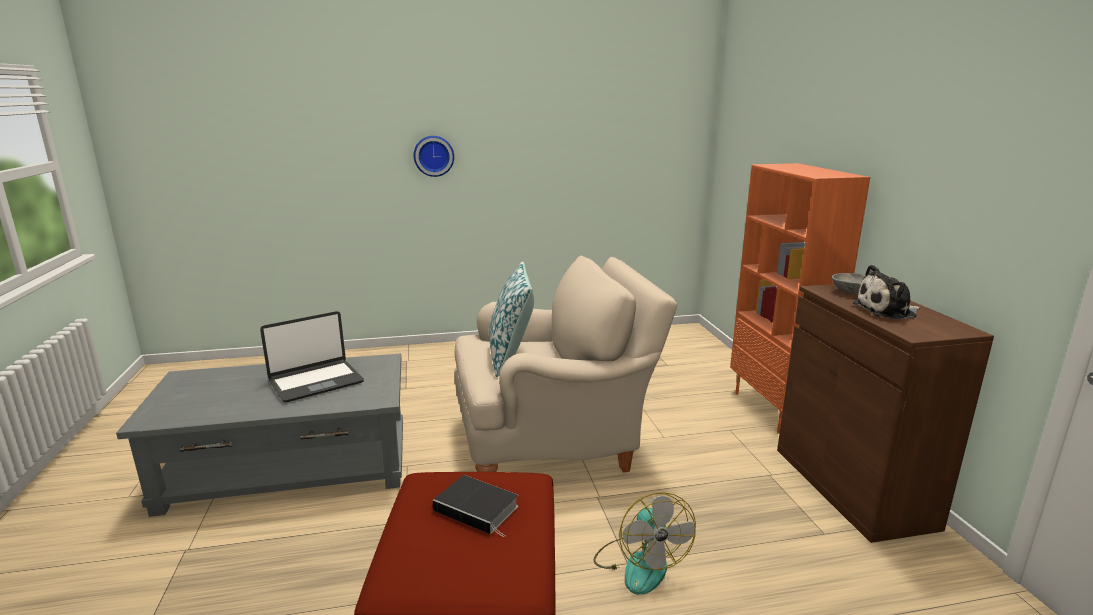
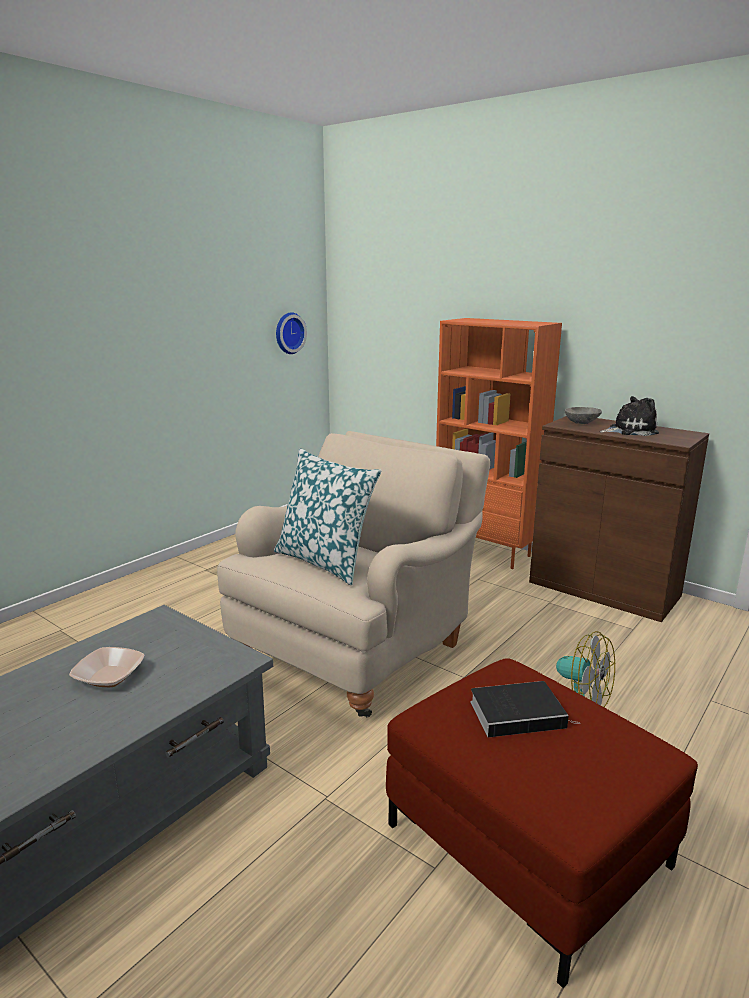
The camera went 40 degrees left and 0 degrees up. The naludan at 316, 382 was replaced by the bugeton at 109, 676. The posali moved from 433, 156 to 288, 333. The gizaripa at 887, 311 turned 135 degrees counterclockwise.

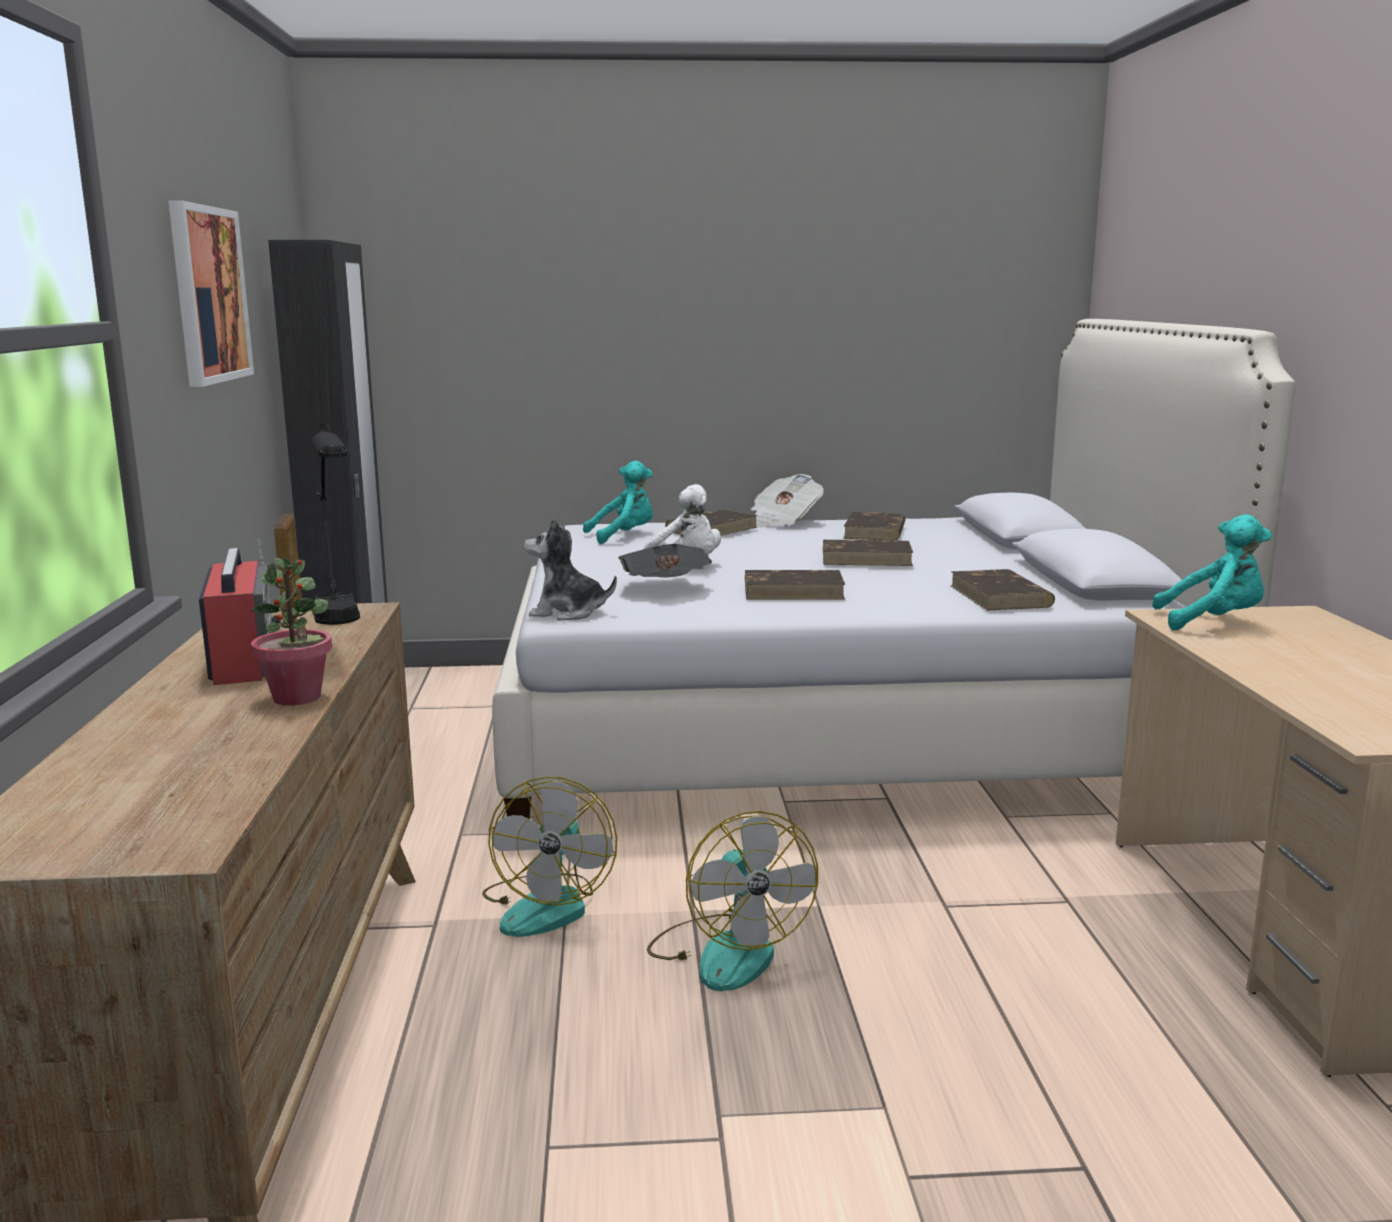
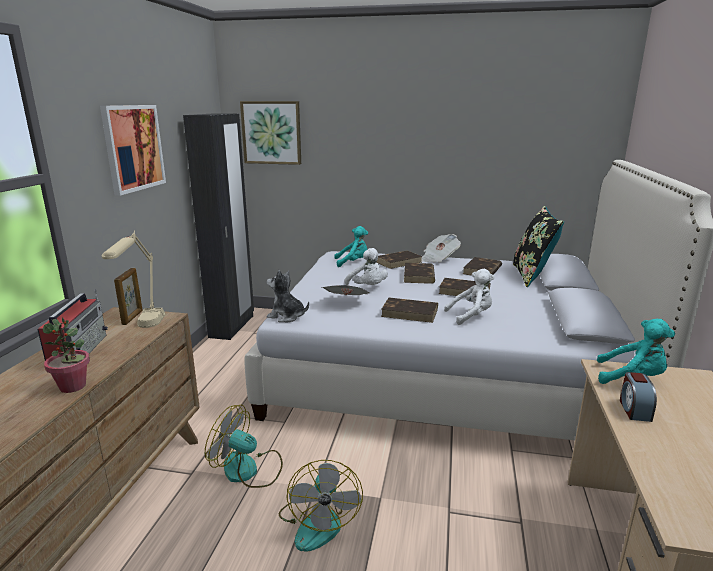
The camera went 15 degrees right and 5 degrees up. The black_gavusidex at 340, 627 became the beige_gavusidex at 144, 330. The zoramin at 548, 905 turned 90 degrees clockwise. The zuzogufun at 271, 132 appeared. The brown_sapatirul moved from 1000, 596 to 419, 276. The white_gizaripa at 471, 316 appeared. The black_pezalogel at 532, 276 appeared. The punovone at 634, 409 appeared.

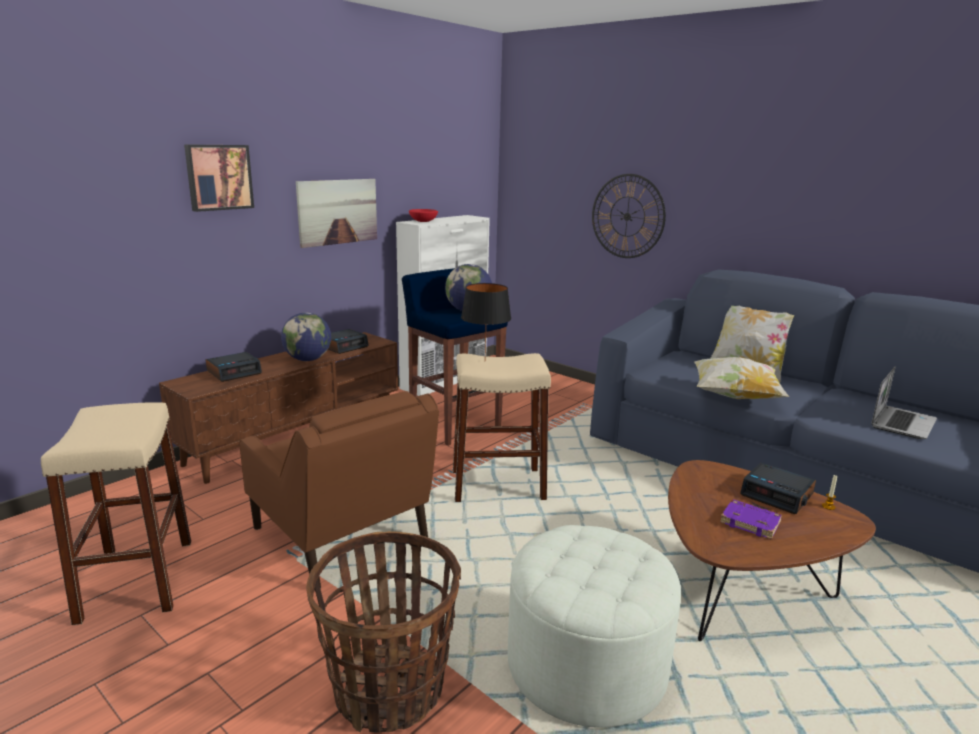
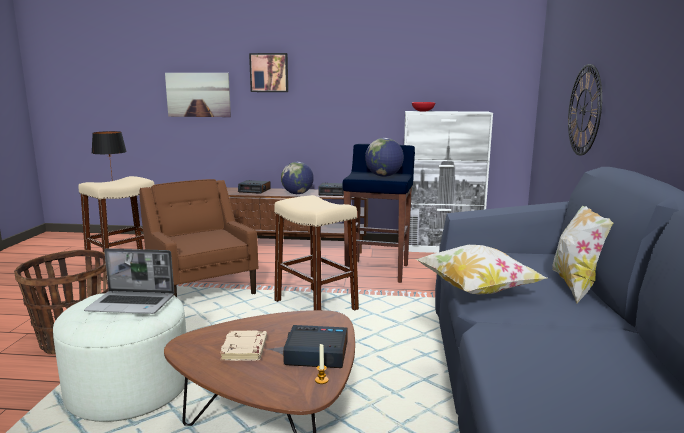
The camera went 55 degrees right and 5 degrees down. The naludan moved from 902, 423 to 132, 304. The black_gavusidex moved from 484, 361 to 112, 181. The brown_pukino at 341, 536 turned 135 degrees clockwise. The zuzogufun moved from 338, 211 to 198, 94. The purple_sapatirul at 751, 522 became the beige_sapatirul at 245, 350. The punovone at 777, 495 turned 90 degrees clockwise.

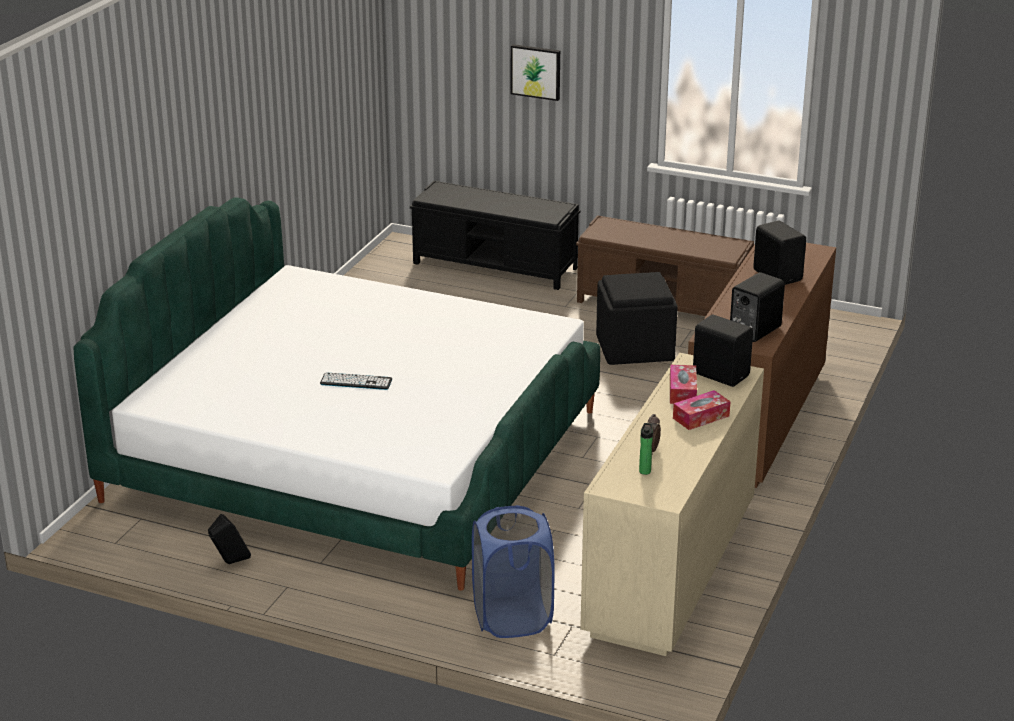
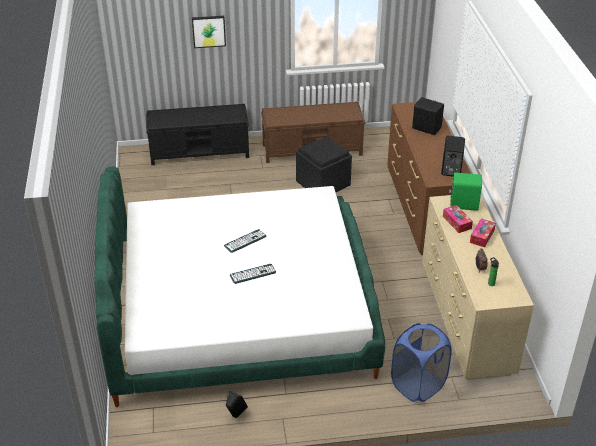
The camera went 30 degrees left and 10 degrees up. The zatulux at 245, 241 appeared. The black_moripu at 720, 374 became the green_moripu at 463, 204.

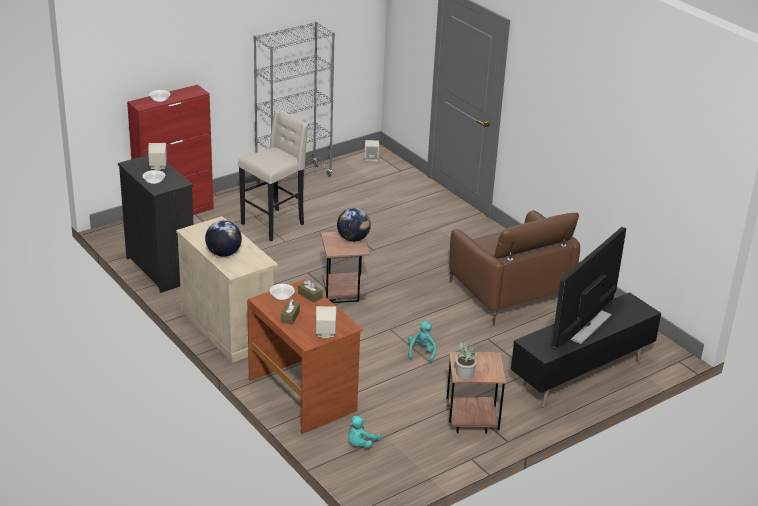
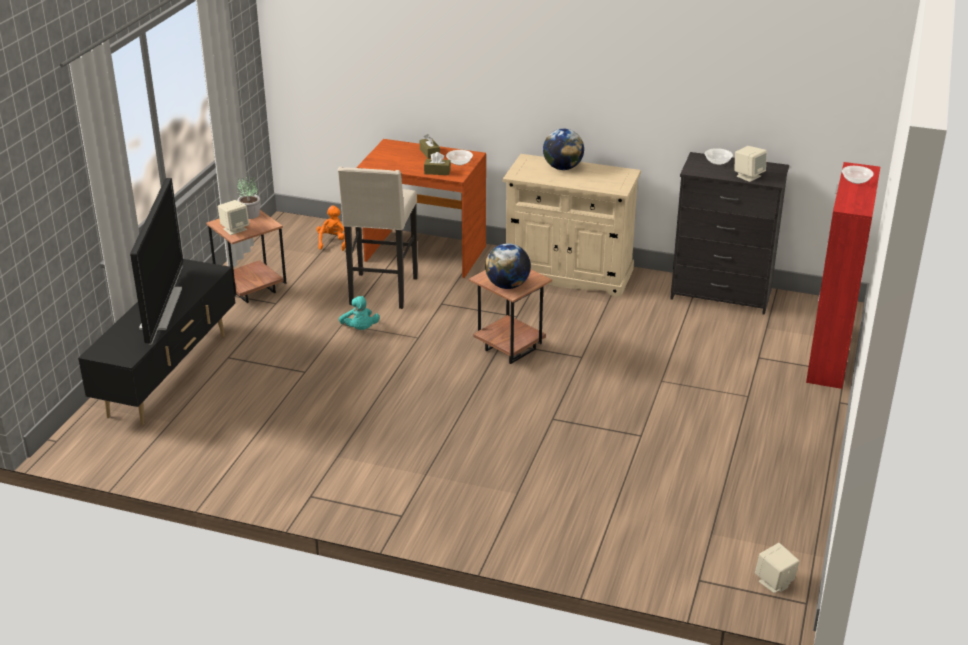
The camera went 145 degrees right and 0 degrees up. The beige_moripu moved from 325, 333 to 234, 229. The turquoise_gizaripa at 361, 444 became the orange_gizaripa at 333, 242. The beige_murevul moved from 274, 224 to 382, 292. The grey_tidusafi at 293, 179 disappeared. The brown_pukino at 509, 292 disappeared.

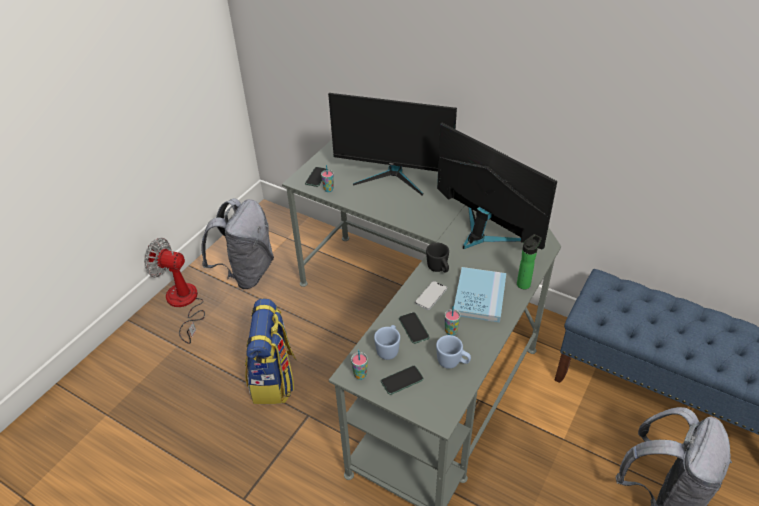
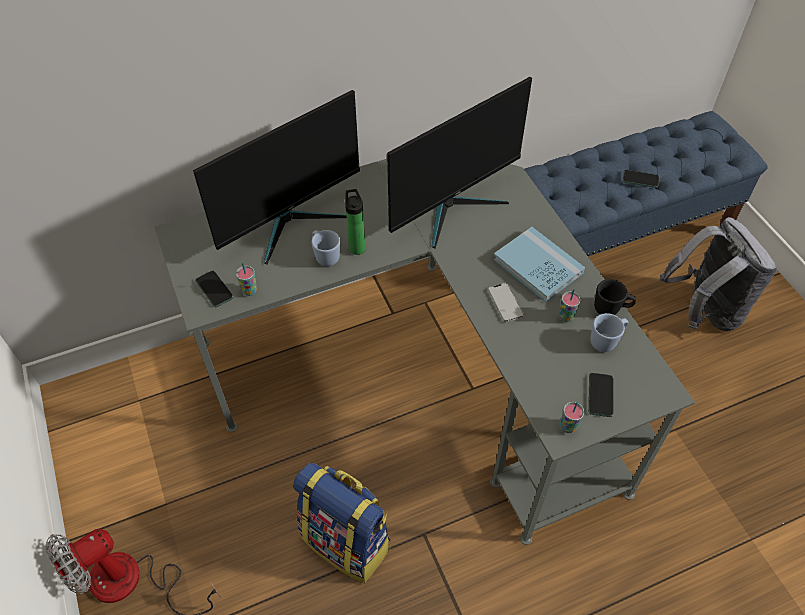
The camera went 55 degrees left and 10 degrees up. The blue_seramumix moved from 389, 349 to 325, 255. The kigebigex moved from 524, 283 to 356, 246. The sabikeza at 483, 232 turned 150 degrees clockwise. The black_seramumix moved from 439, 269 to 611, 309. The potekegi moved from 413, 328 to 640, 179. The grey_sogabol at 247, 273 disappeared.

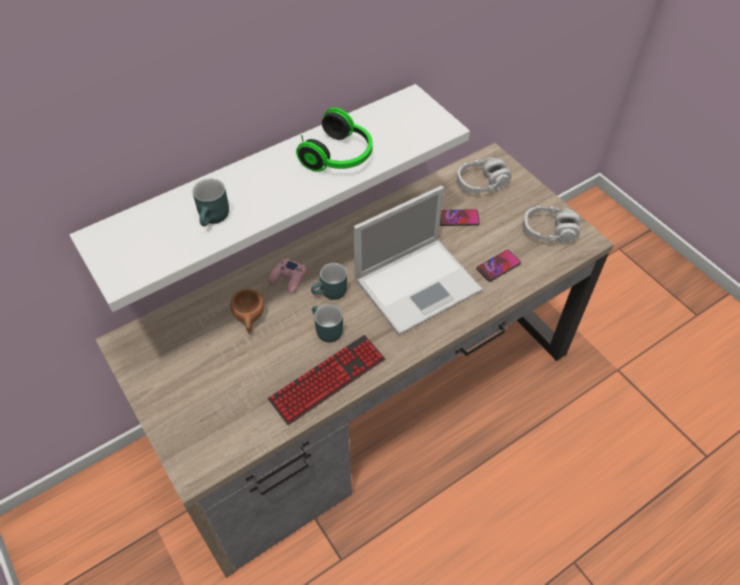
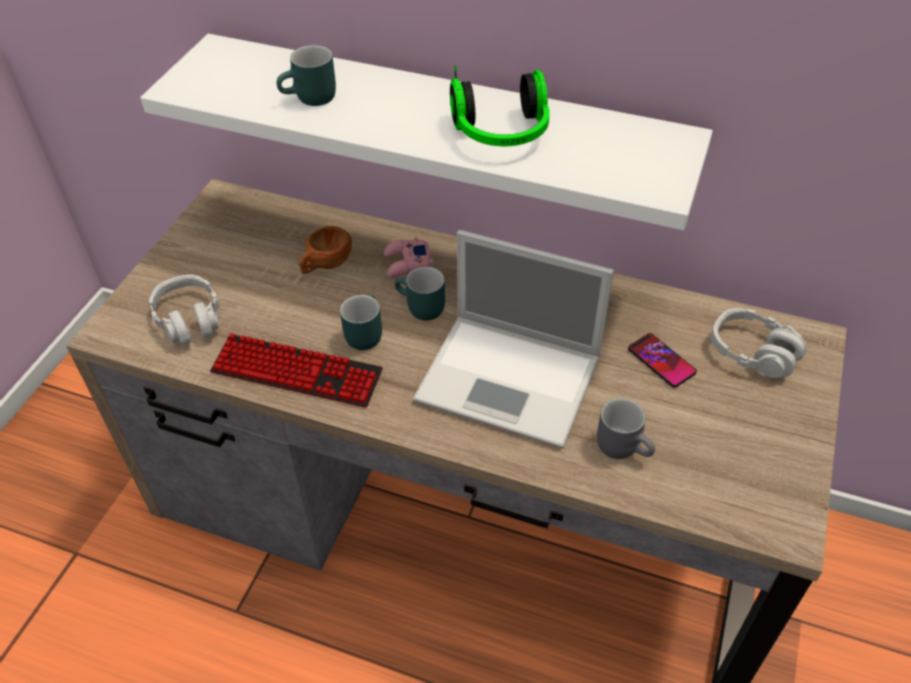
The camera went 55 degrees right and 5 degrees down. The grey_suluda moved from 549, 231 to 189, 319. The potekegi at 498, 266 was replaced by the grey_seramumix at 624, 446.

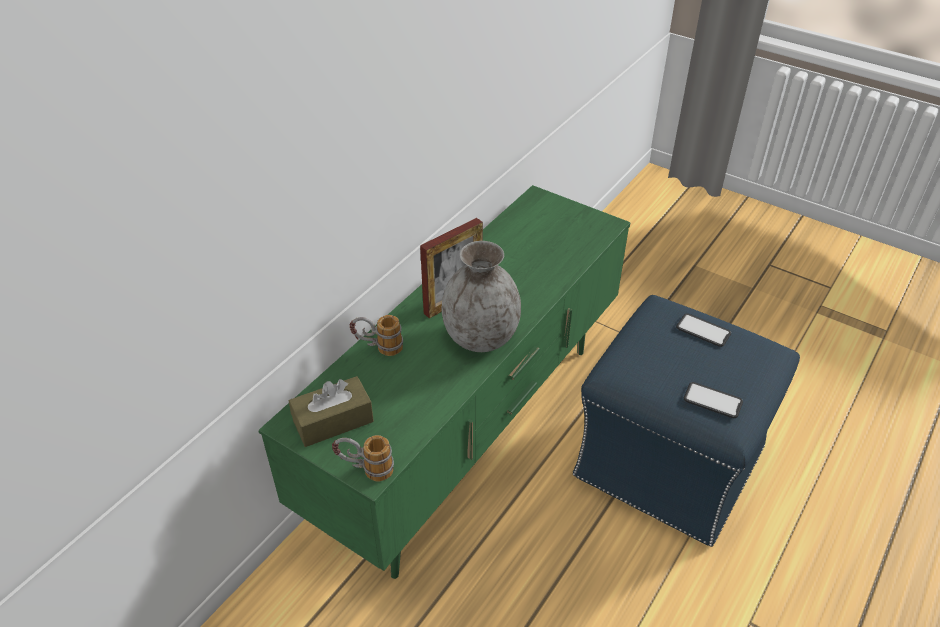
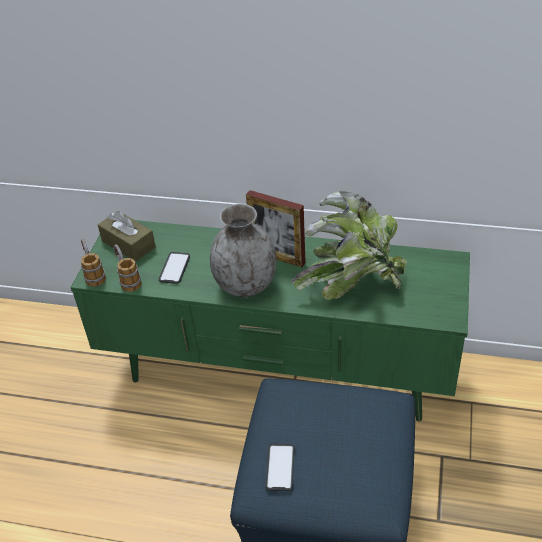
The camera went 70 degrees right and 0 degrees up. The seramumix moved from 378, 348 to 127, 279. The potekegi moved from 703, 330 to 174, 268. The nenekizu at 351, 283 appeared.

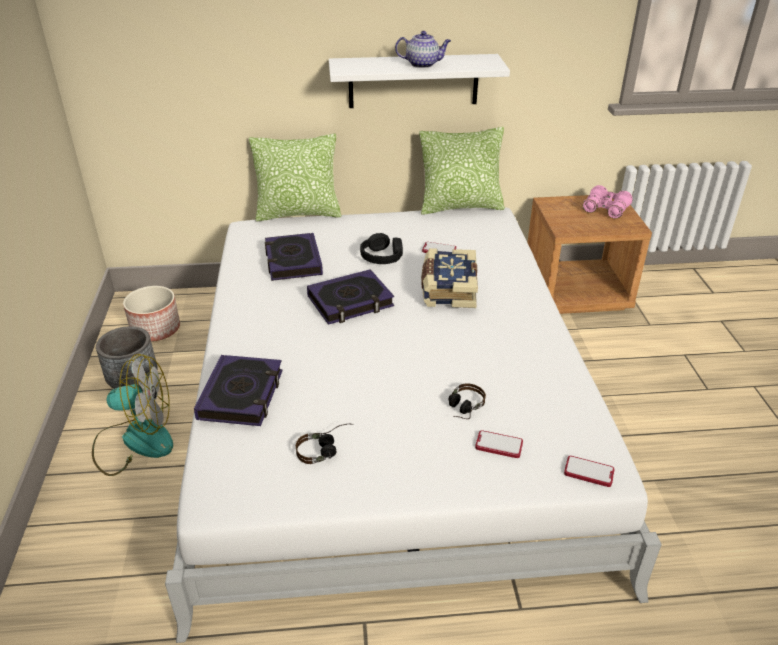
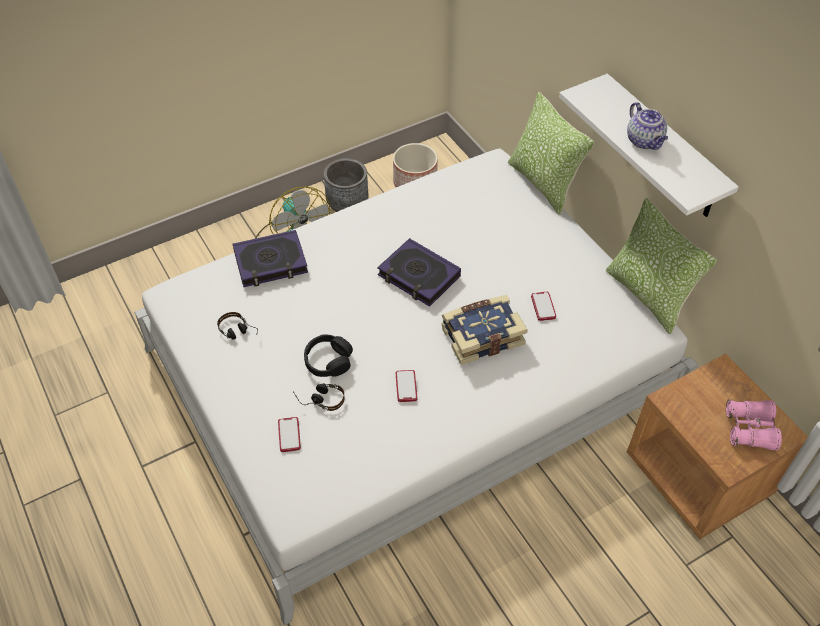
The camera went 65 degrees right and 15 degrees up. The black_suluda moved from 382, 256 to 328, 361. The potekegi moved from 588, 472 to 406, 386. The sapatirul at 293, 261 disappeared.

